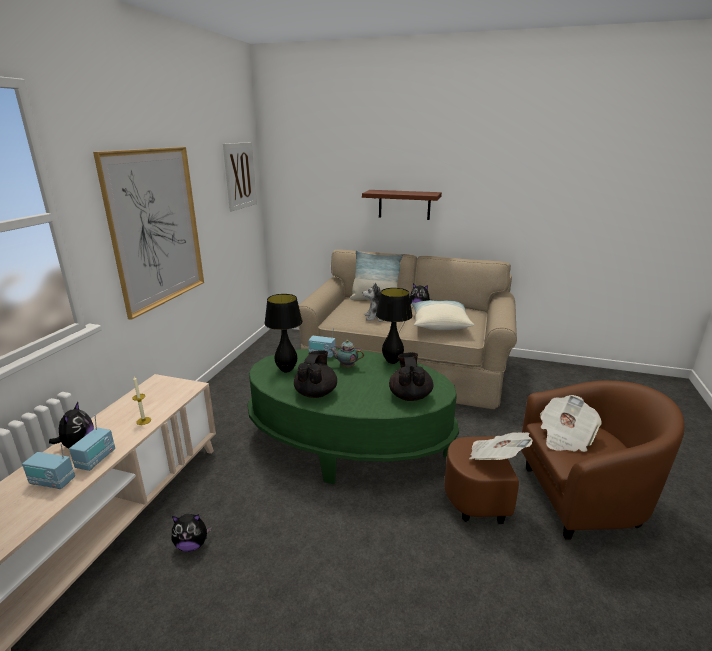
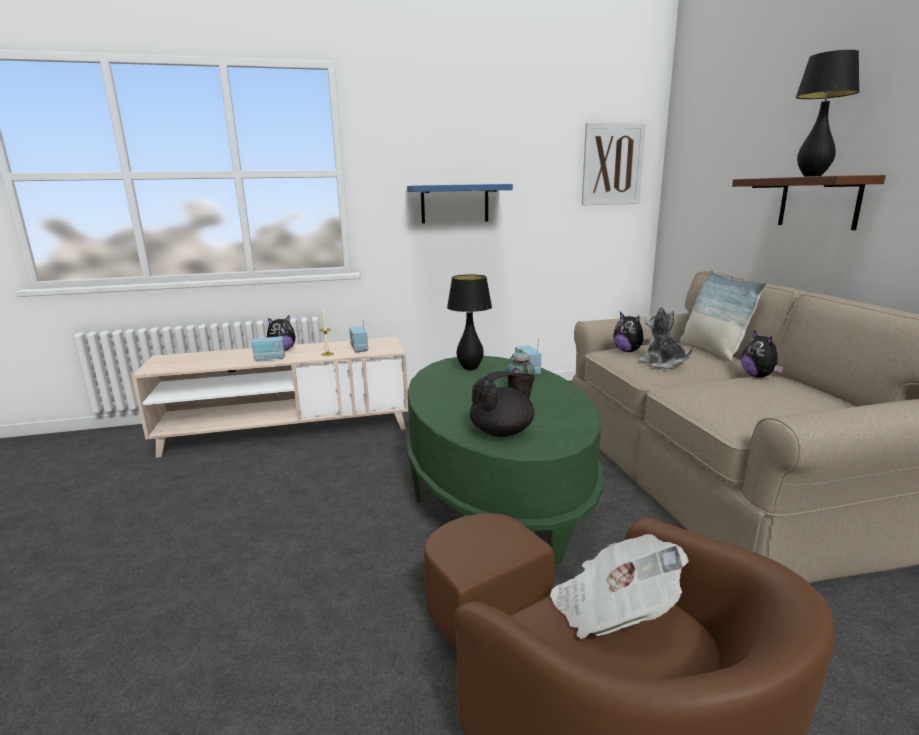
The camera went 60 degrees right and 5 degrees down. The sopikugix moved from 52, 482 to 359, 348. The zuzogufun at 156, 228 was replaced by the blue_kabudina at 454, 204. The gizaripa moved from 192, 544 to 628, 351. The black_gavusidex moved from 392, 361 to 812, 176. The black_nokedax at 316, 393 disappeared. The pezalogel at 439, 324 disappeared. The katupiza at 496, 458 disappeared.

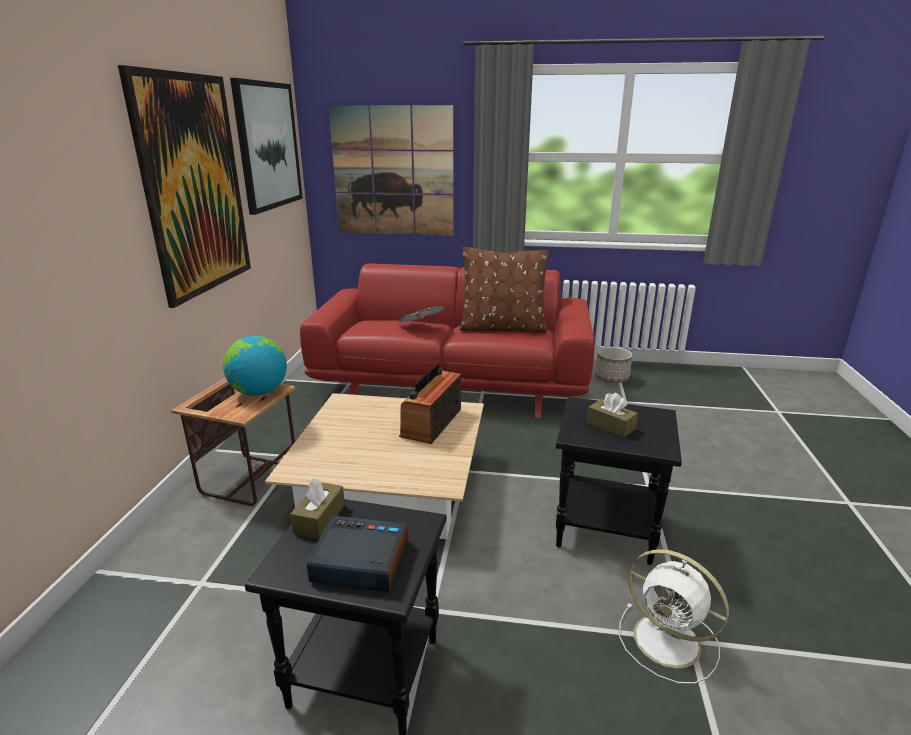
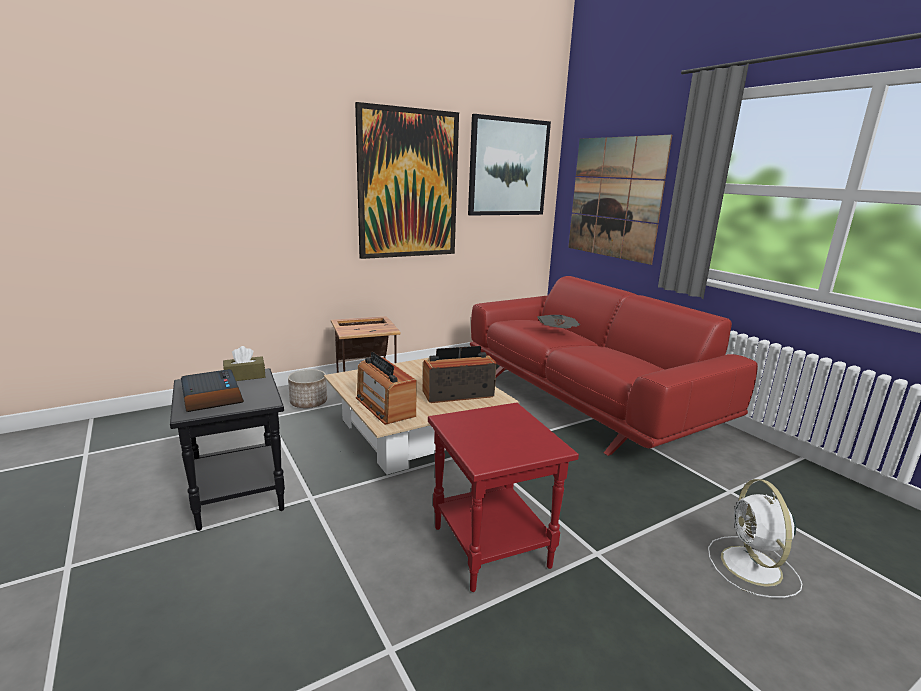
The camera went 50 degrees right and 5 degrees down. The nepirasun moved from 611, 378 to 309, 403. The sopikugix at 385, 407 appeared. The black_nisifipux at 606, 528 became the red_nisifipux at 493, 547. The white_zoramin moved from 669, 642 to 752, 567. The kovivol at 259, 392 disappeared. The brown_pezalogel at 502, 328 disappeared. The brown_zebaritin at 610, 426 disappeared.

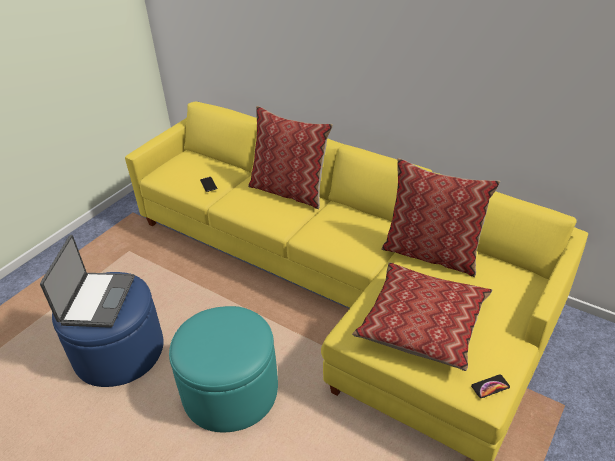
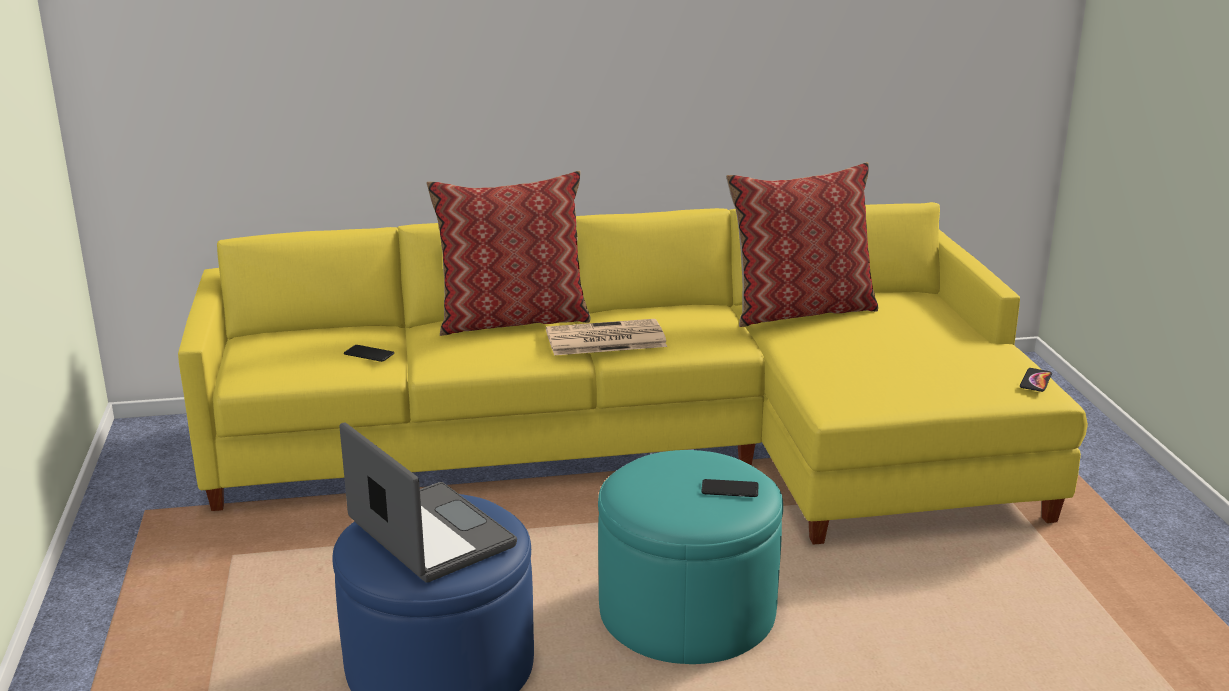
The camera went 45 degrees left and 15 degrees down. The katupiza at 604, 339 appeared. The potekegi at 729, 489 appeared. The pezalogel at 423, 323 disappeared.

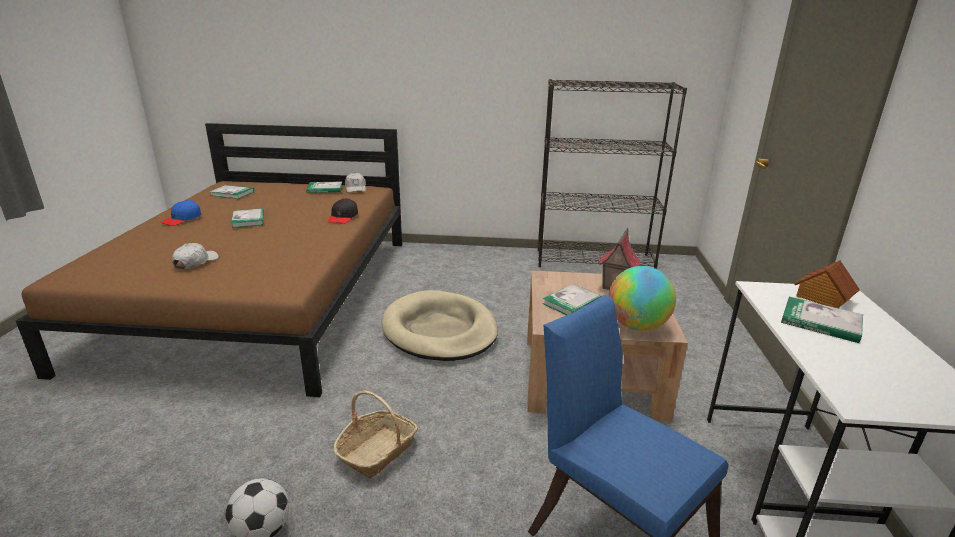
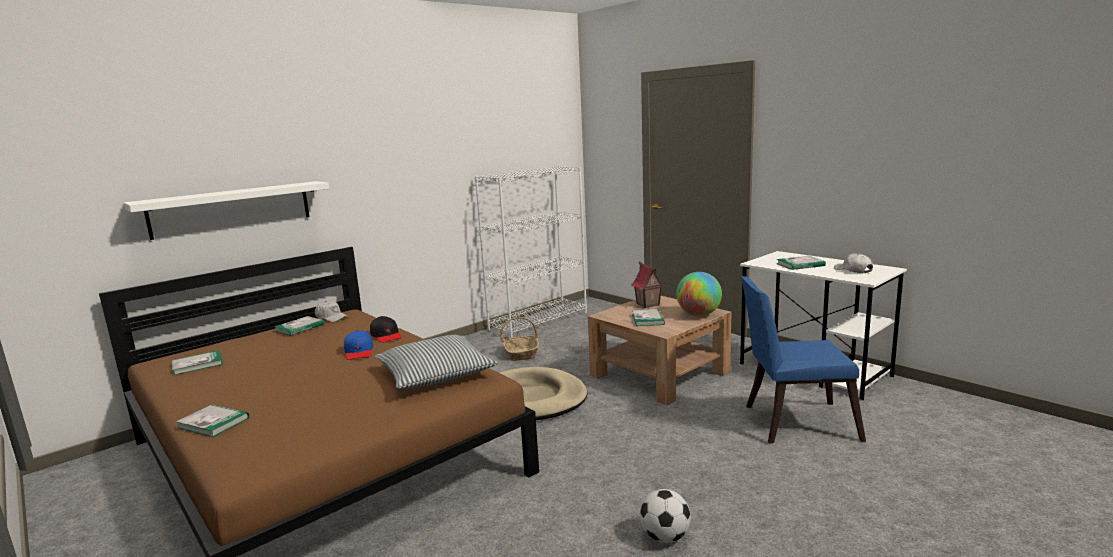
The camera went 45 degrees left and 10 degrees down. The white_kabudina at 232, 209 appeared. The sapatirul moved from 248, 220 to 213, 423. The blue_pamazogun moved from 182, 219 to 359, 352. The pezalogel at 435, 374 appeared. The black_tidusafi at 595, 260 became the white_tidusafi at 539, 321. The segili moved from 377, 451 to 521, 353. The white_pamazogun moved from 195, 262 to 853, 270. The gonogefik at 822, 298 disappeared.

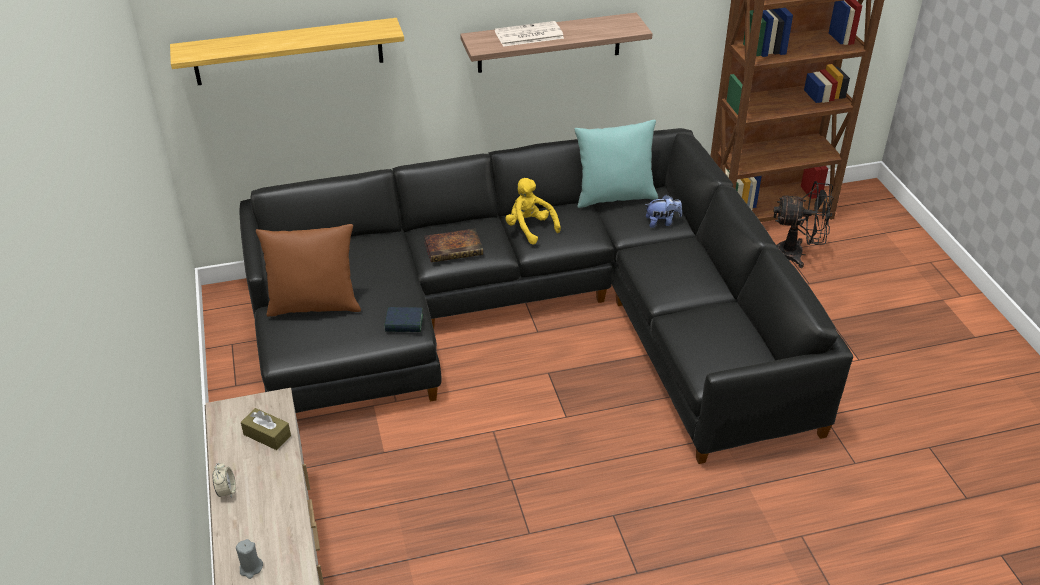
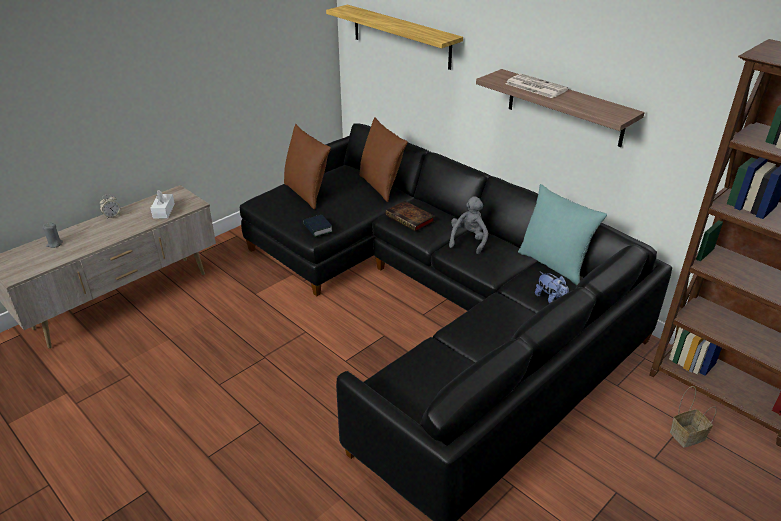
The camera went 60 degrees right and 5 degrees down. The brown_zebaritin at 267, 435 became the white_zebaritin at 164, 211. The brown_pezalogel at 381, 186 appeared. The yellow_gizaripa at 530, 228 became the grey_gizaripa at 468, 240. The black_zoramin at 797, 254 was replaced by the segili at 687, 435.

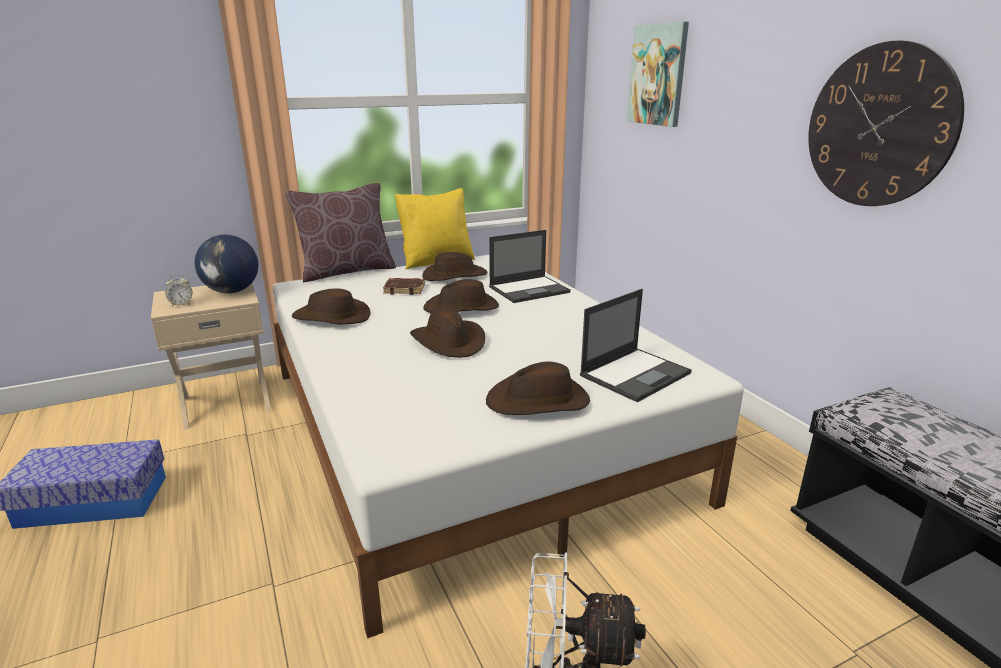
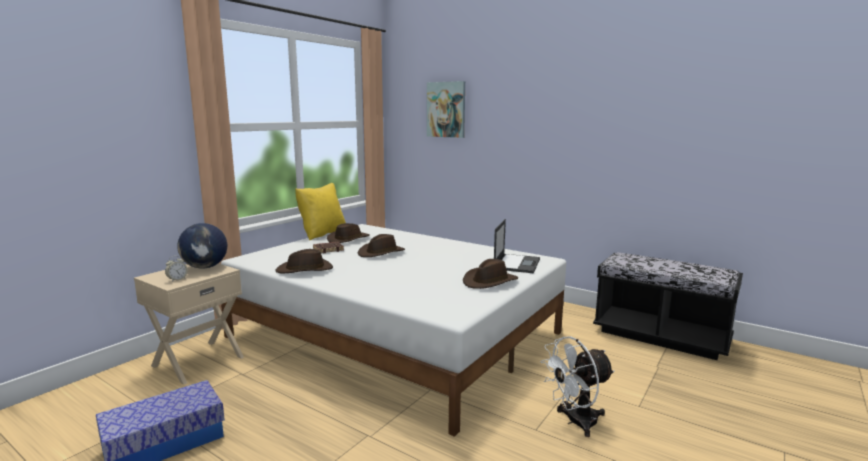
The camera went 30 degrees left and 10 degrees down. The brown_pezalogel at 346, 271 disappeared. The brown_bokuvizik at 449, 342 disappeared. The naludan at 530, 289 disappeared. The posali at 879, 126 disappeared.

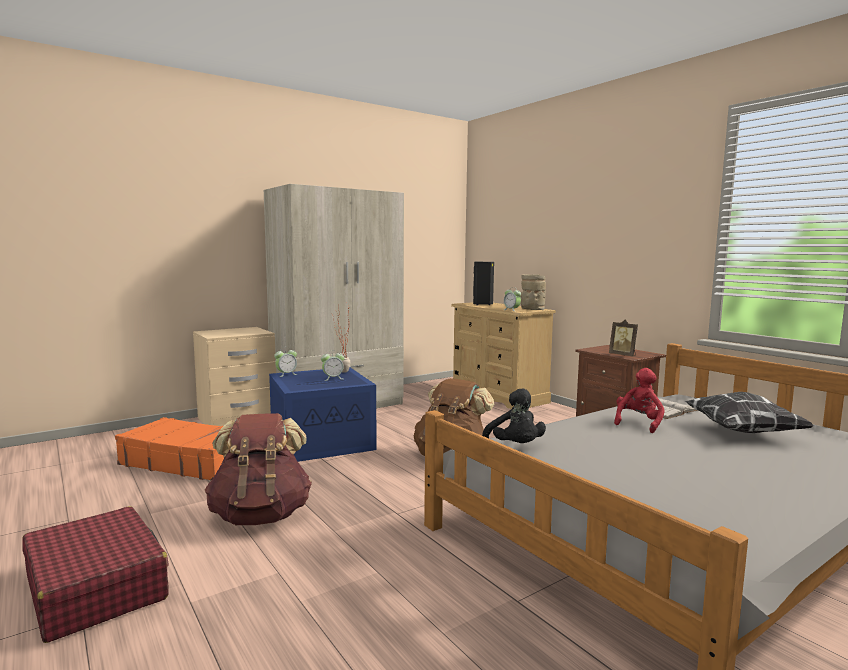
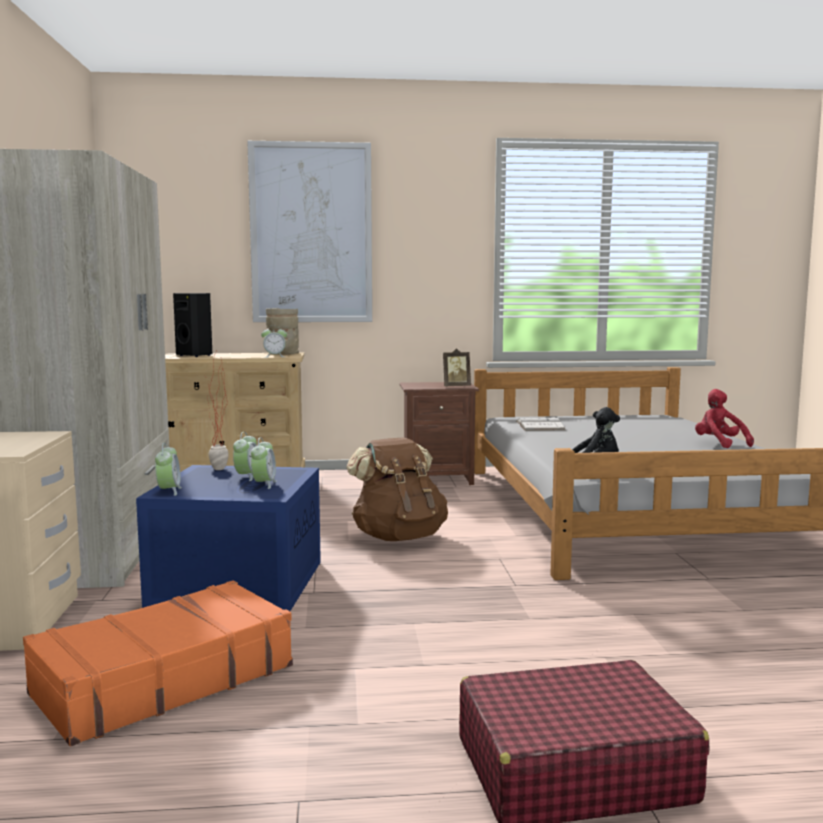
The camera went 60 degrees left and 0 degrees up. The zuzogufun at 311, 233 appeared. The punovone at 264, 484 appeared. The red_gizaripa moved from 638, 423 to 719, 444. The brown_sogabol at 261, 515 disappeared. The pezalogel at 743, 431 disappeared.

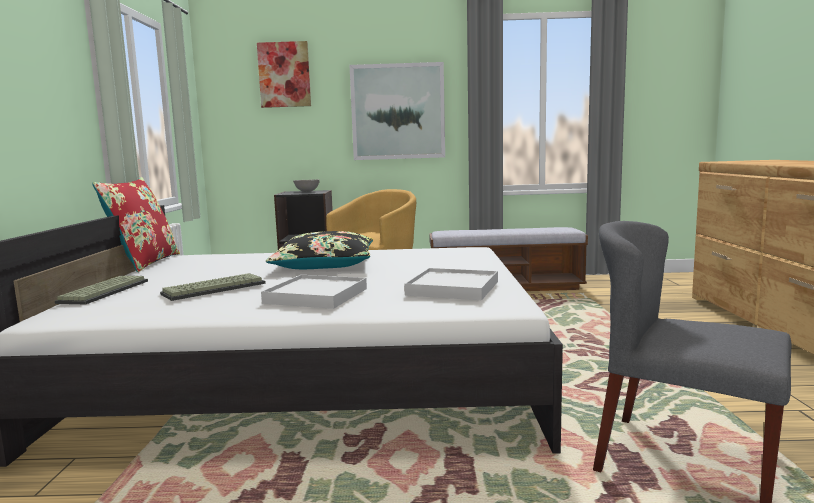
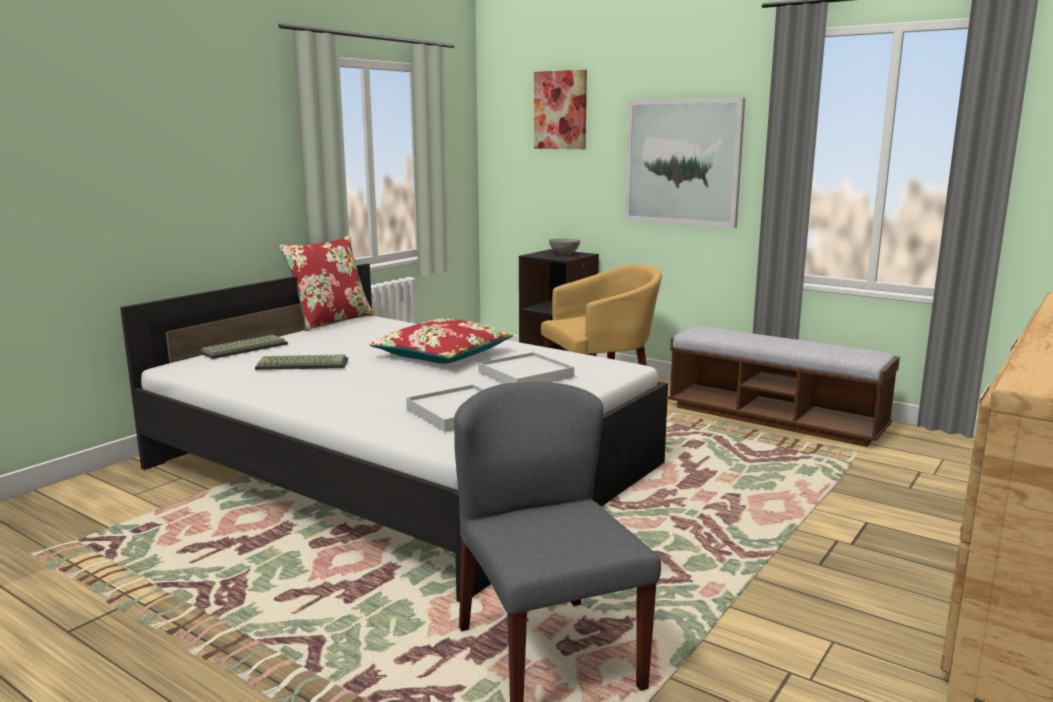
The camera went 35 degrees right and 5 degrees up. The black_pezalogel at 324, 264 became the red_pezalogel at 442, 355. The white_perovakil moved from 316, 296 to 525, 375.

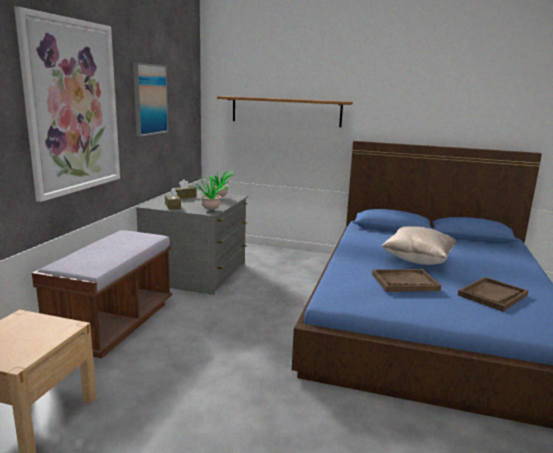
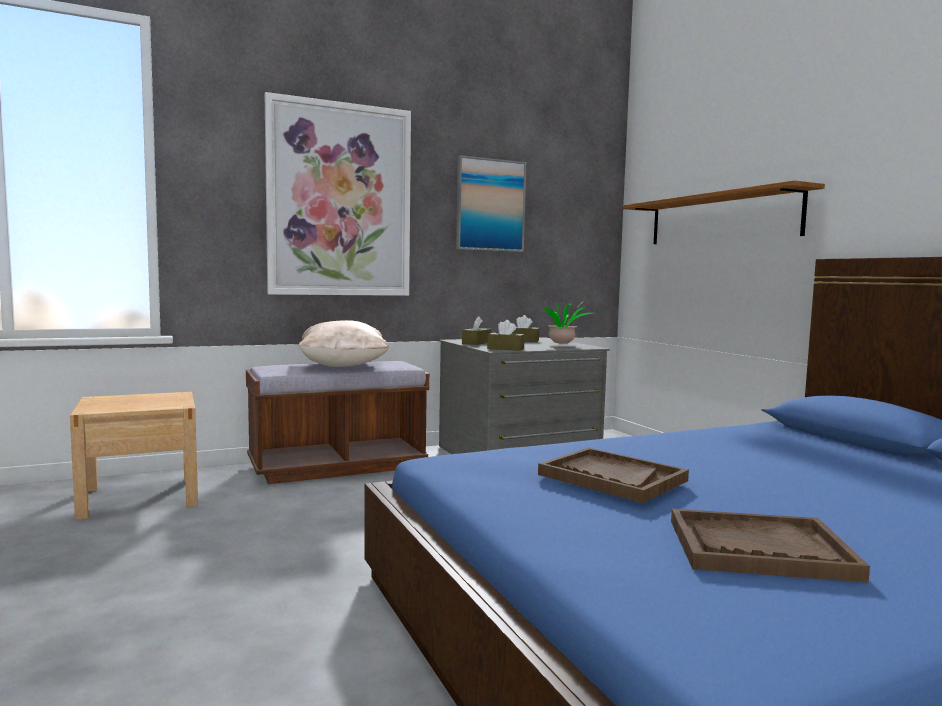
The camera went 50 degrees right and 10 degrees down. The beige_pezalogel moved from 418, 260 to 343, 366. The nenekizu at 210, 209 was replaced by the brown_zebaritin at 505, 348.

